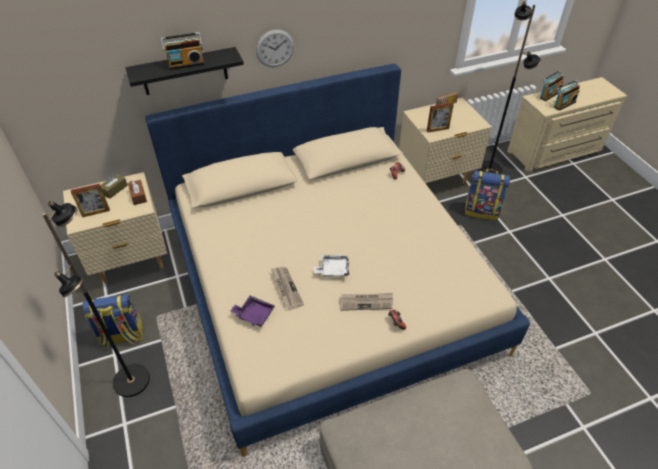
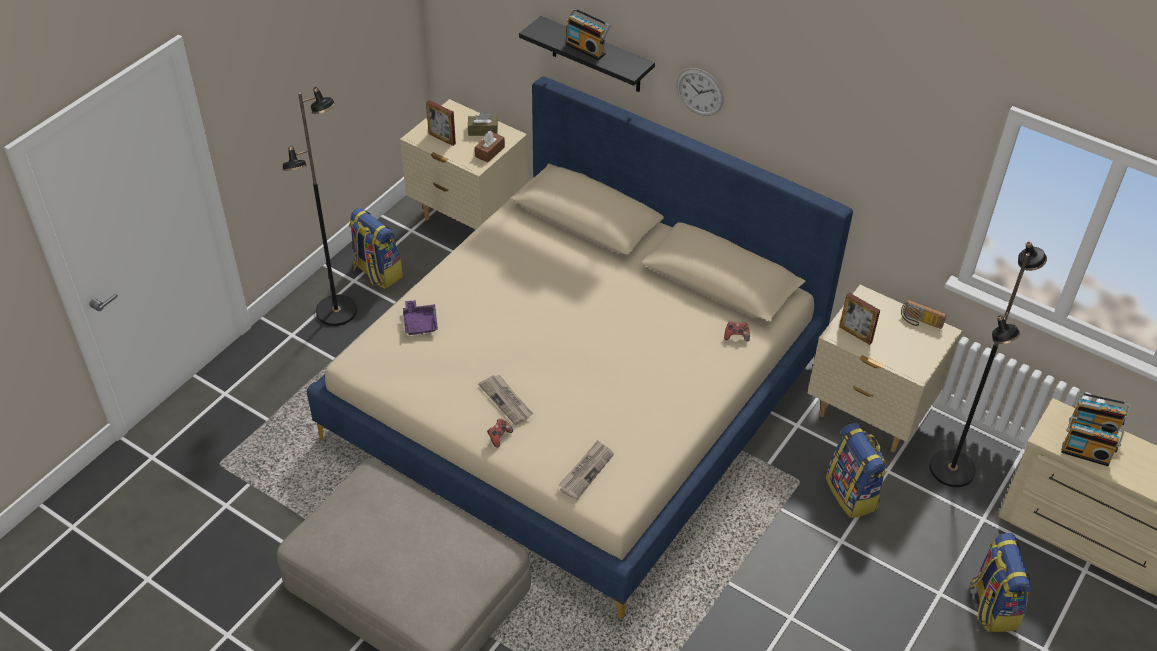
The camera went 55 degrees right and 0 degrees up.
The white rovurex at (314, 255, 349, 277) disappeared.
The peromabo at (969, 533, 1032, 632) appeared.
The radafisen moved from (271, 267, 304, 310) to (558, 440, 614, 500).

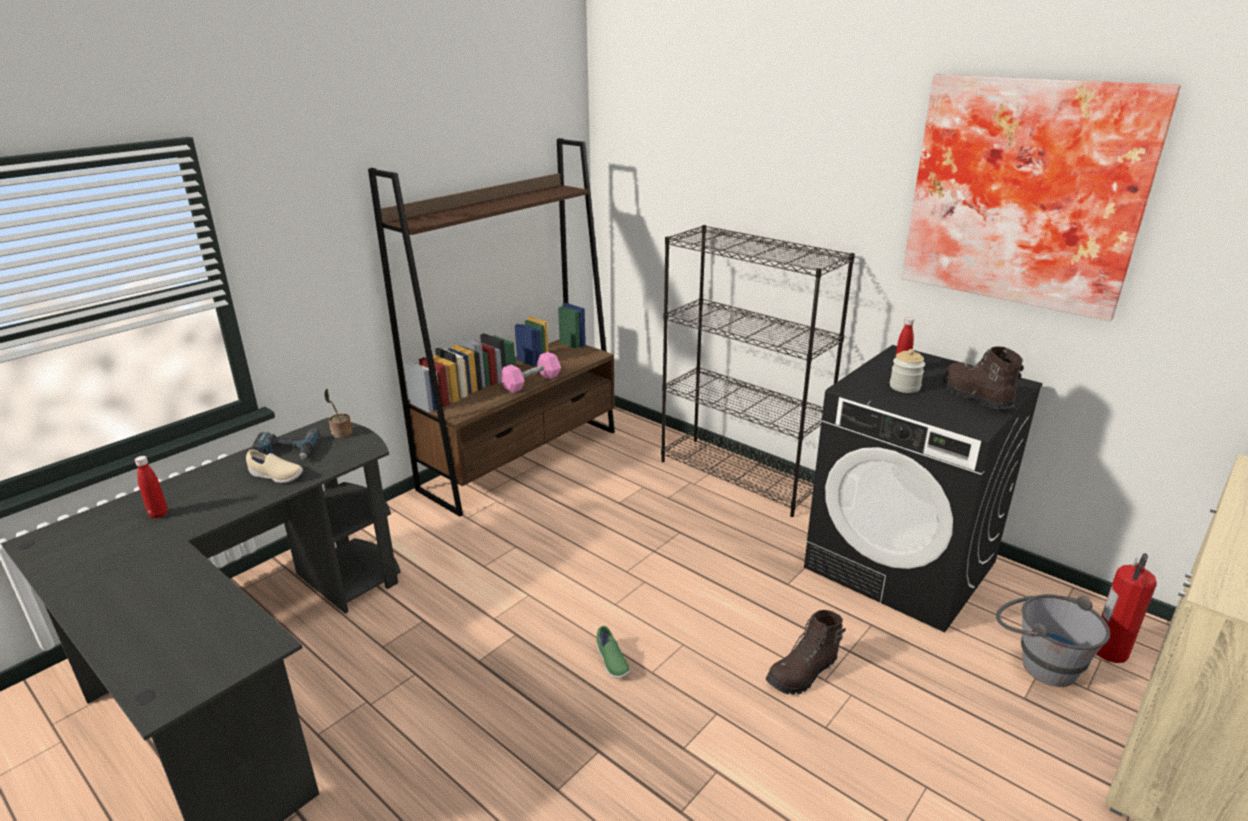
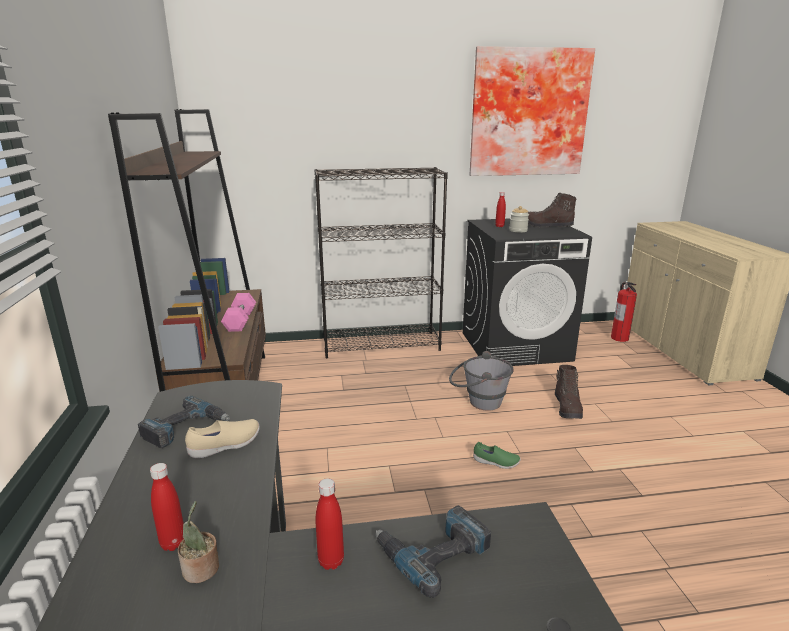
The camera went 50 degrees left and 5 degrees down.
The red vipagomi at (316, 478, 344, 570) appeared.
The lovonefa at (375, 505, 491, 598) appeared.
The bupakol moved from (324, 389, 352, 438) to (178, 501, 219, 583).
The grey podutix moved from (996, 594, 1110, 687) to (449, 351, 514, 411).

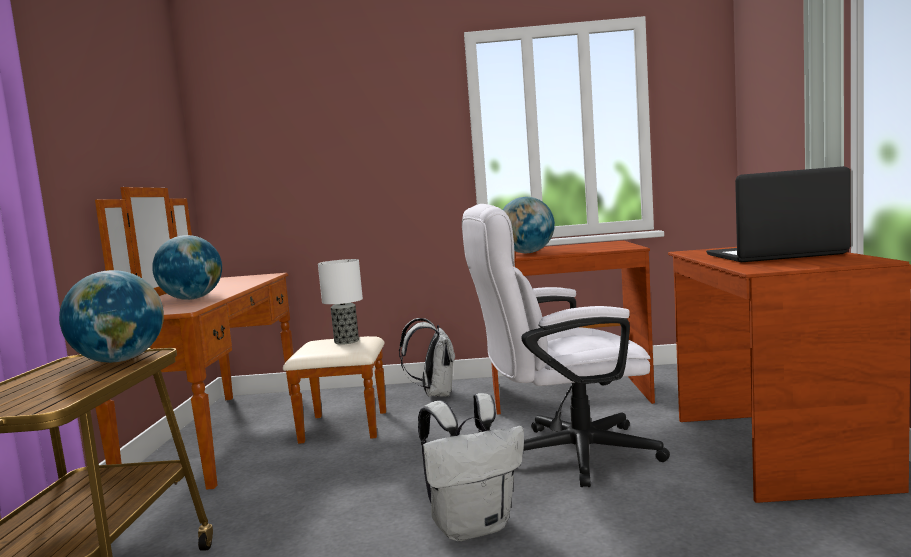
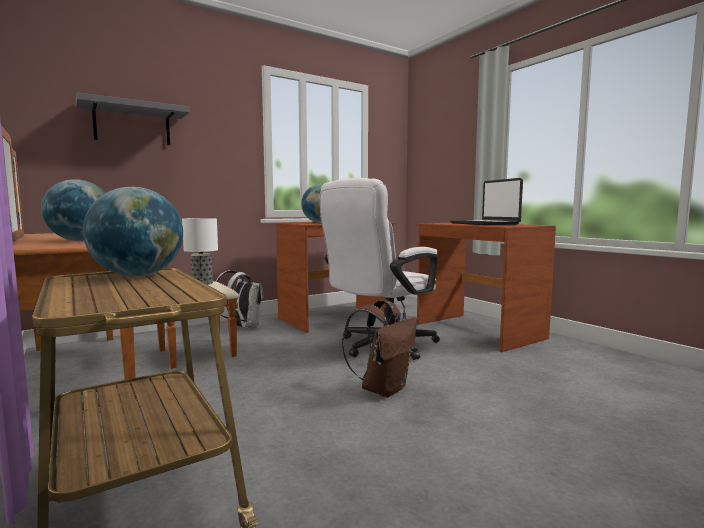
The camera went 35 degrees left and 0 degrees up.
The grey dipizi at (76, 92, 190, 145) appeared.
The white peromabo at (418, 393, 524, 541) became the brown peromabo at (342, 300, 417, 398).
The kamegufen at (706, 166, 850, 262) turned 75 degrees counterclockwise.

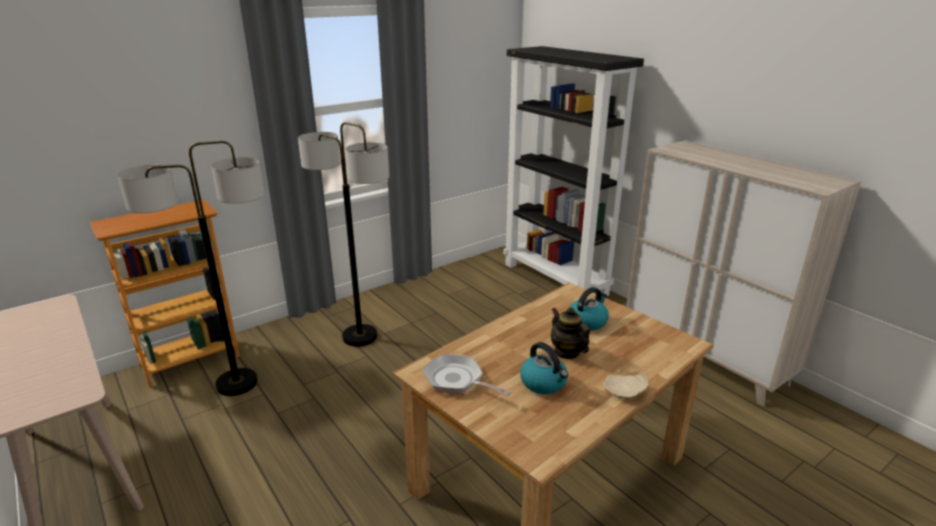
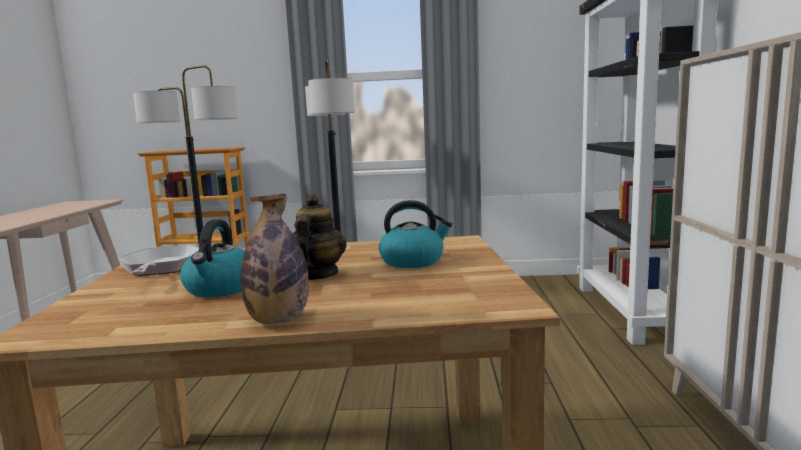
The camera went 40 degrees right and 15 degrees down.
The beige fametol at (604, 373, 648, 399) was replaced by the vipagomi at (241, 194, 309, 325).

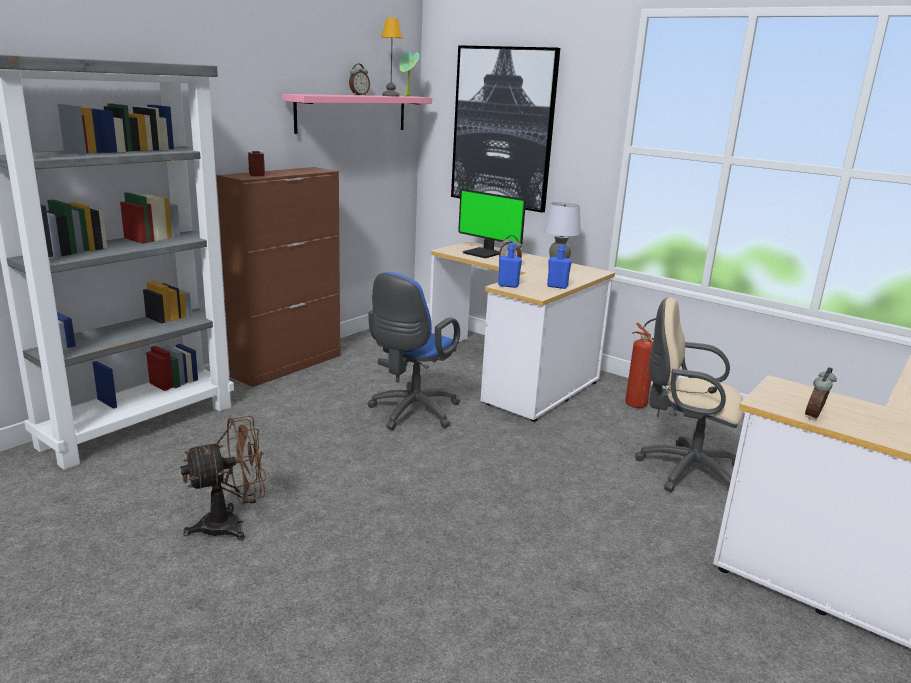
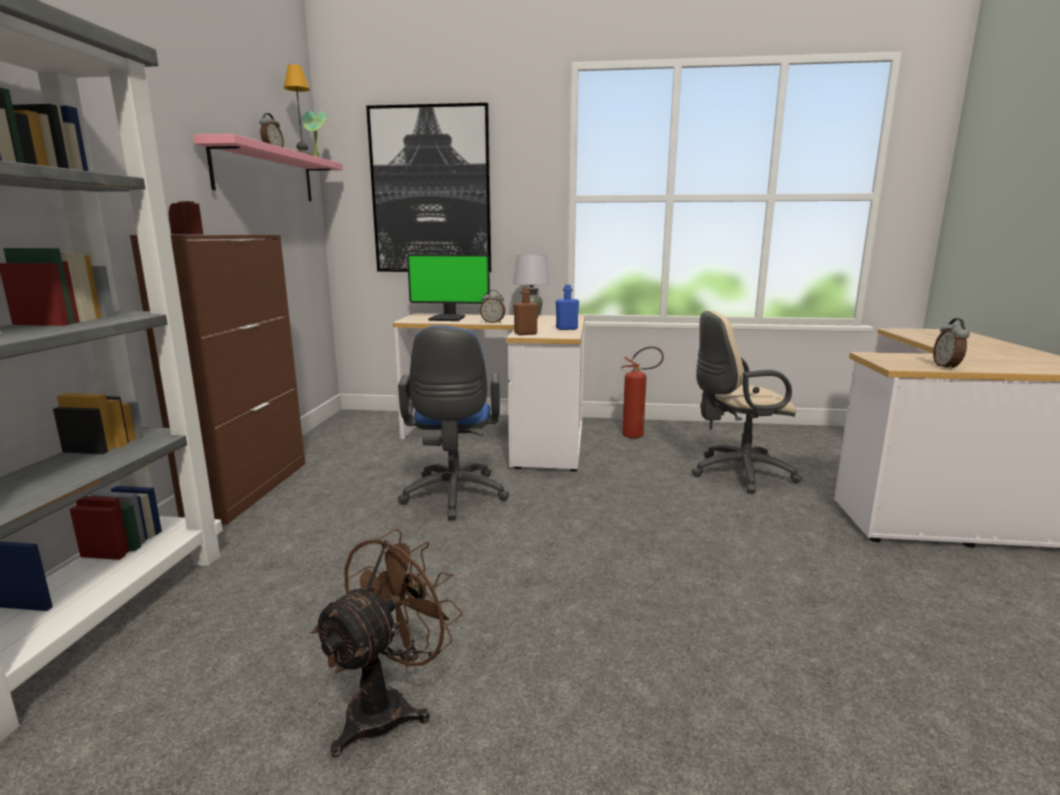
The camera went 30 degrees left and 5 degrees down.
The blue vipagomi at (498, 243, 522, 288) became the brown vipagomi at (513, 287, 538, 335).

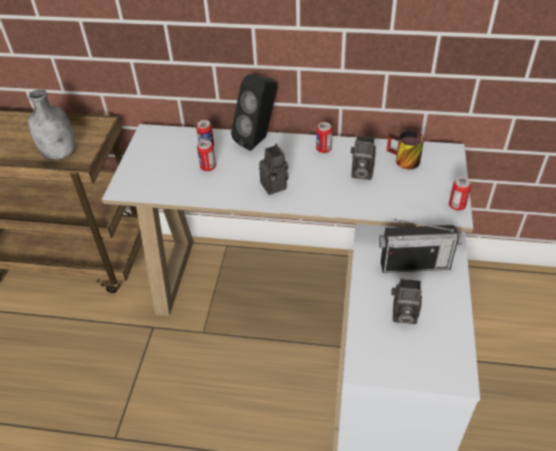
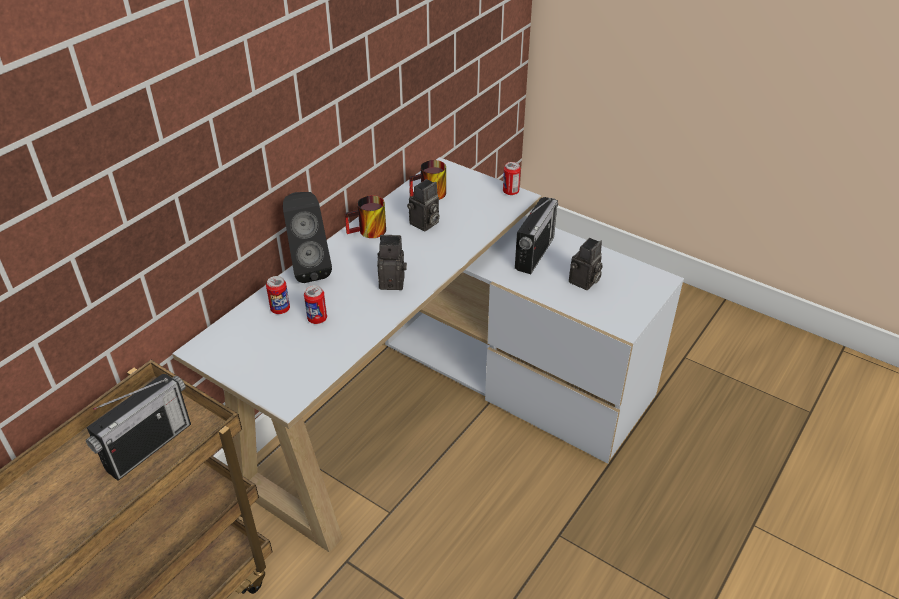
The camera went 65 degrees left and 5 degrees down.
The grey vipagomi at (28, 89, 75, 160) was replaced by the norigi at (86, 374, 191, 481).
The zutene at (316, 122, 332, 153) was replaced by the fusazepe at (345, 195, 386, 238).

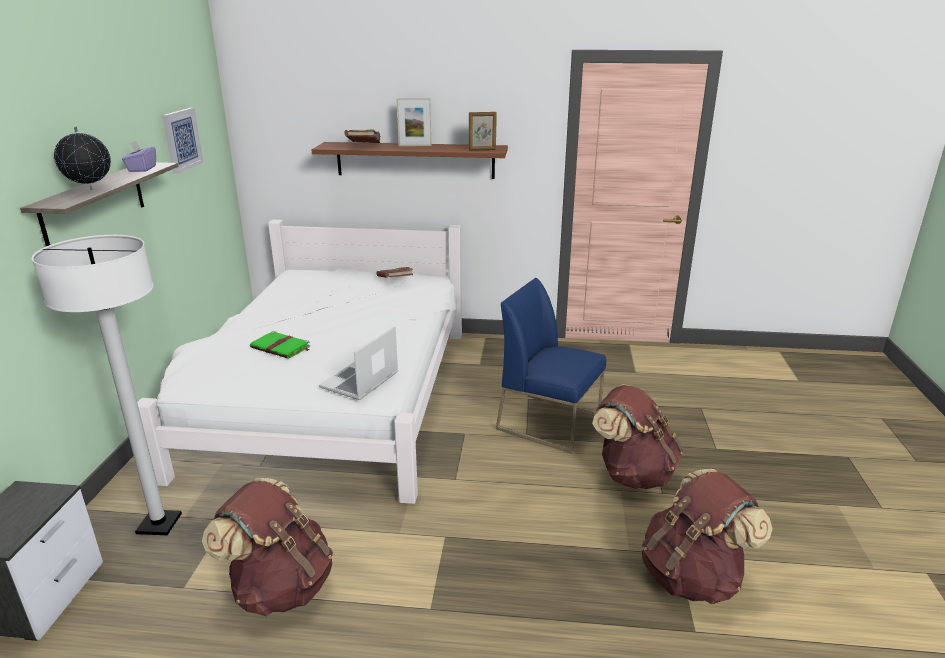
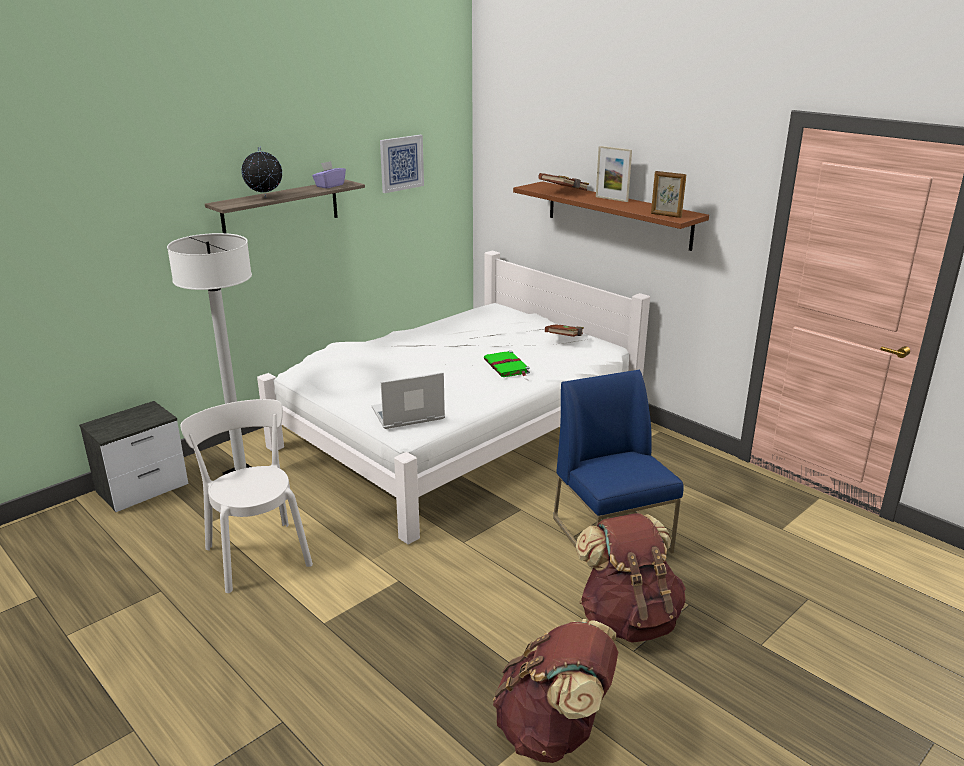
The camera went 40 degrees right and 0 degrees up.
The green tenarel moved from (250, 331, 310, 359) to (484, 351, 530, 377).
The brown peromabo at (202, 478, 333, 616) was replaced by the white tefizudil at (180, 399, 313, 593).

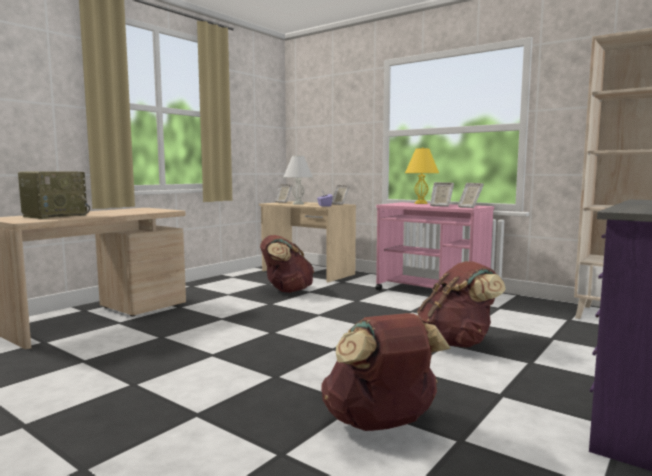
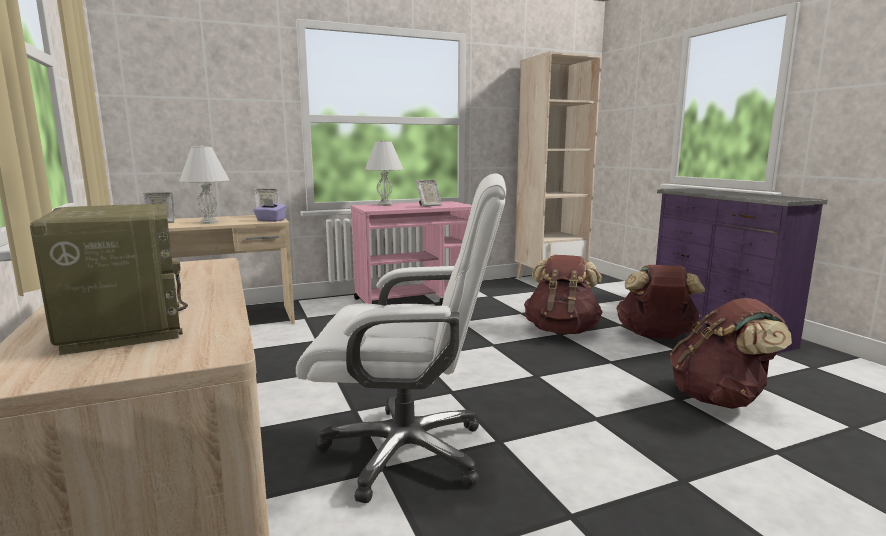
The camera went 60 degrees left and 5 degrees up.
The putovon at (458, 183, 484, 208) disappeared.
The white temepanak at (296, 173, 506, 503) appeared.
The brown peromabo moved from (260, 235, 314, 293) to (616, 265, 705, 339).
The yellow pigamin at (405, 147, 439, 204) became the white pigamin at (364, 140, 404, 206).

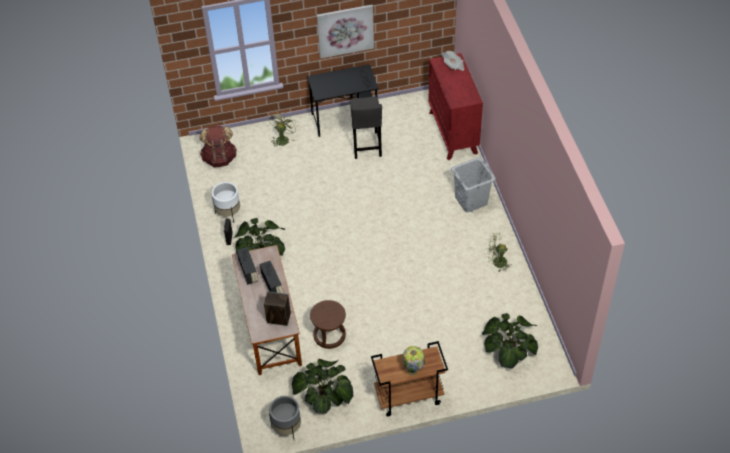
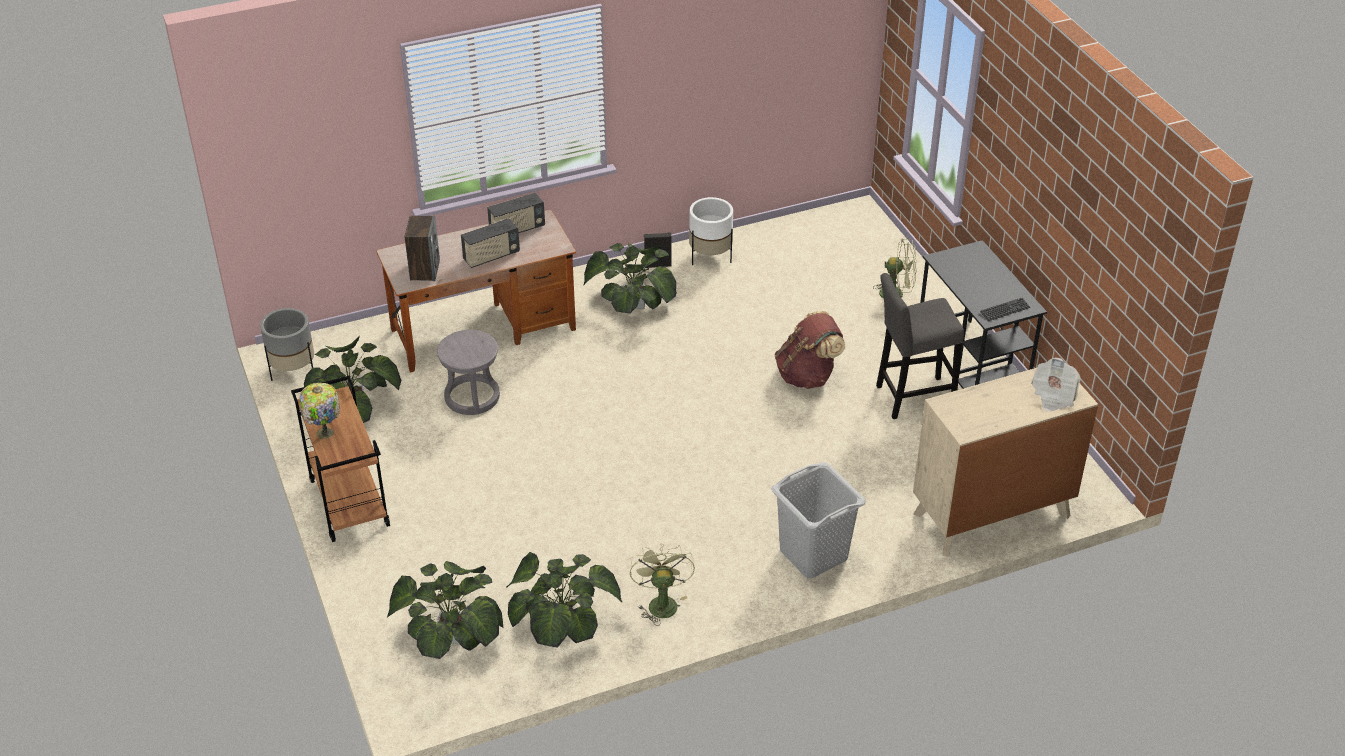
The camera went 80 degrees right and 10 degrees down.
The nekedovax at (317, 5, 374, 59) disappeared.
The bupakol at (506, 552, 622, 648) appeared.
The brown peromabo moved from (199, 126, 237, 167) to (775, 311, 845, 389).
The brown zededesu at (310, 300, 346, 349) became the grey zededesu at (437, 330, 500, 415).
The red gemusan at (428, 53, 483, 160) became the beige gemusan at (913, 368, 1098, 557).

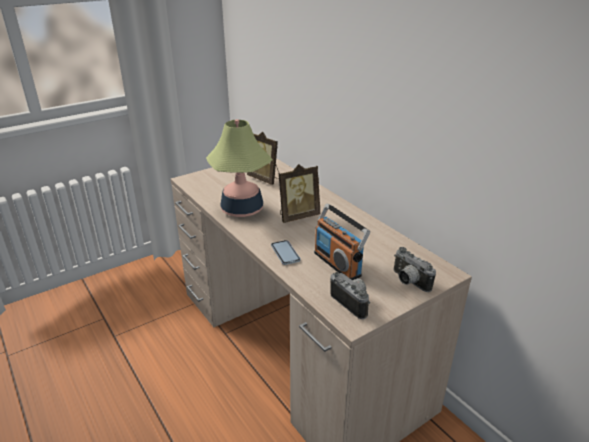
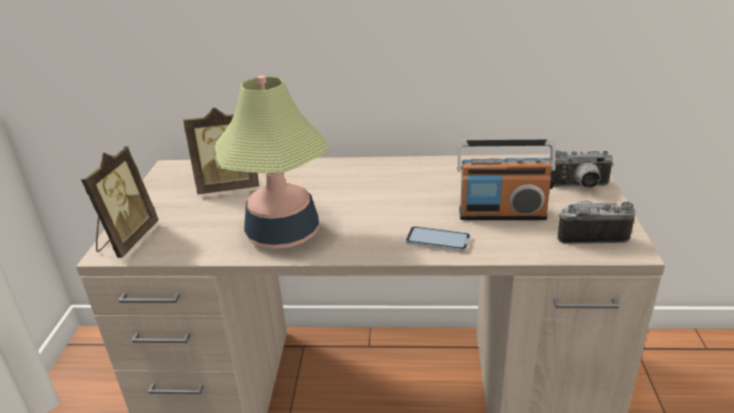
The camera went 50 degrees left and 0 degrees up.
The putovon moved from (279, 164, 320, 223) to (81, 146, 159, 258).

